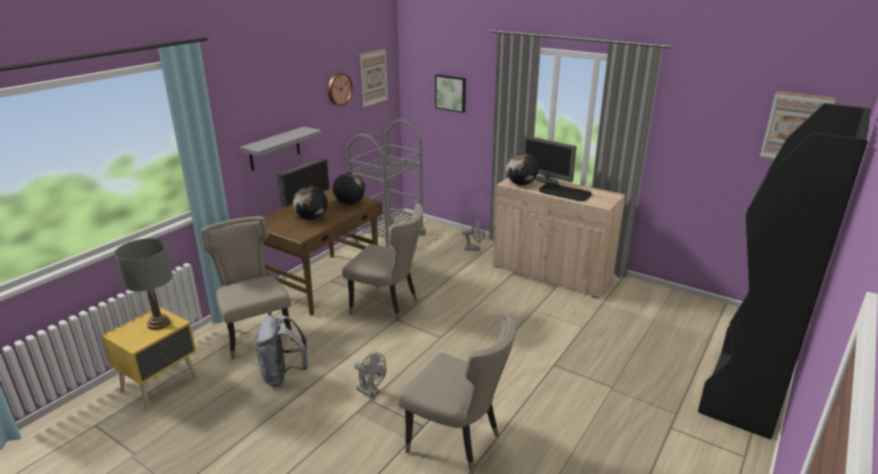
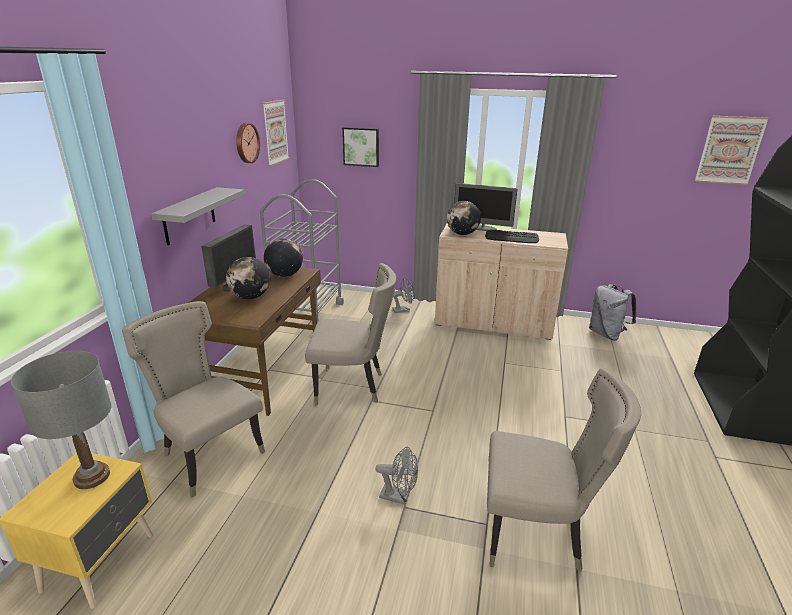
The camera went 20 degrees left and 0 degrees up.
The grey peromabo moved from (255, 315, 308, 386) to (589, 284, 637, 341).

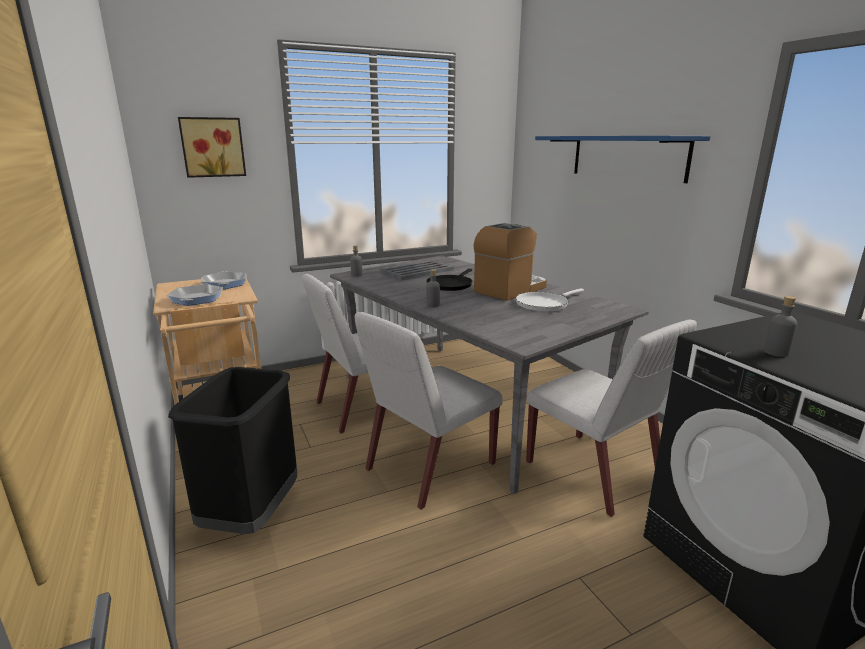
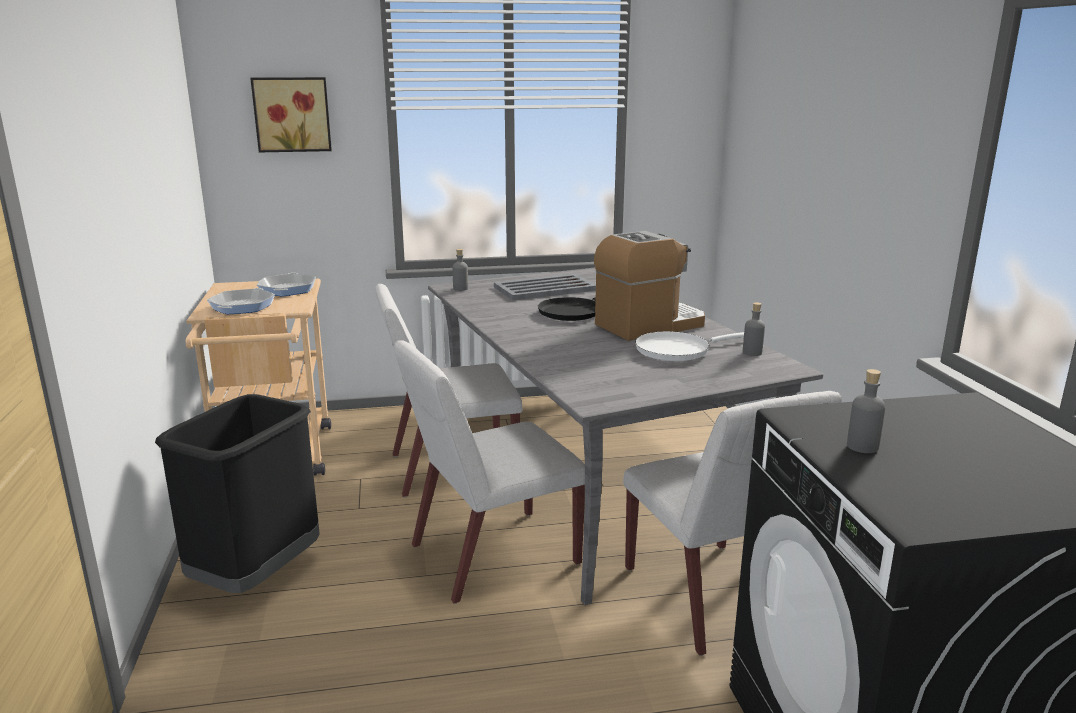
The camera went 15 degrees right and 0 degrees up.
The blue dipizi at (535, 136, 710, 183) disappeared.
The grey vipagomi moved from (426, 269, 440, 307) to (743, 302, 765, 356).

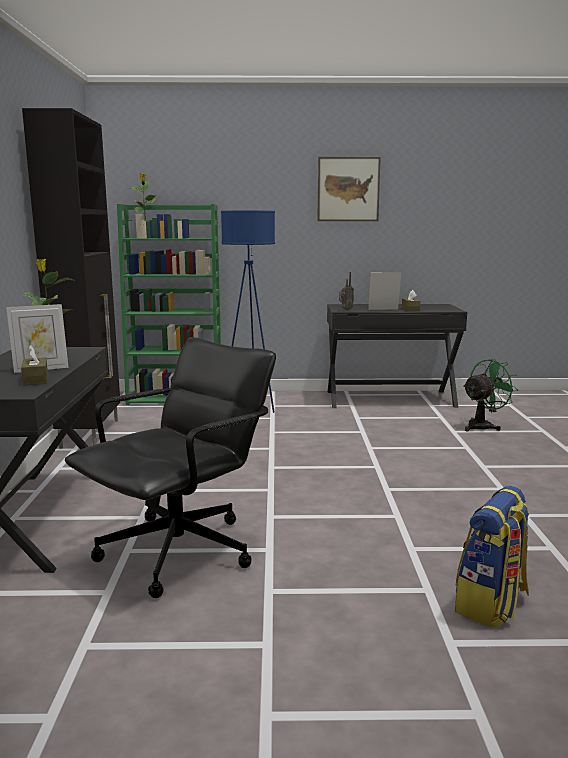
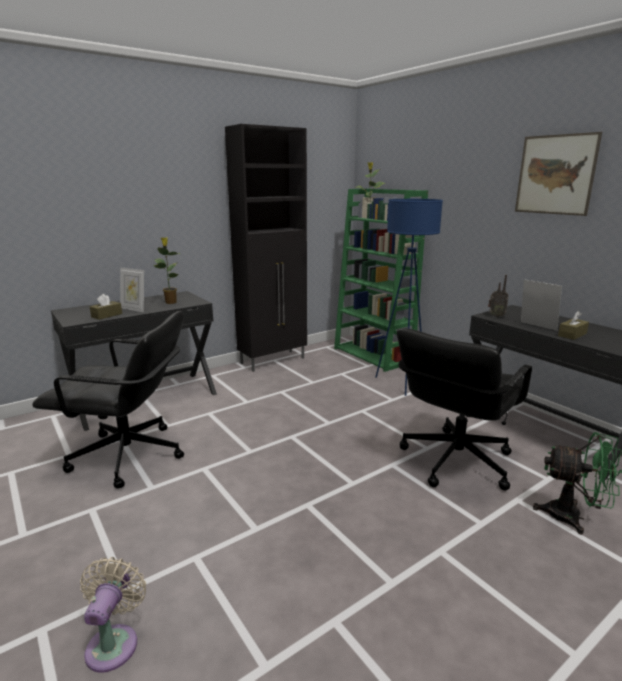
The camera went 55 degrees right and 5 degrees up.
The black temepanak at (397, 328, 532, 491) appeared.
The peromabo at (455, 486, 529, 628) was replaced by the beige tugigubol at (80, 557, 146, 673).

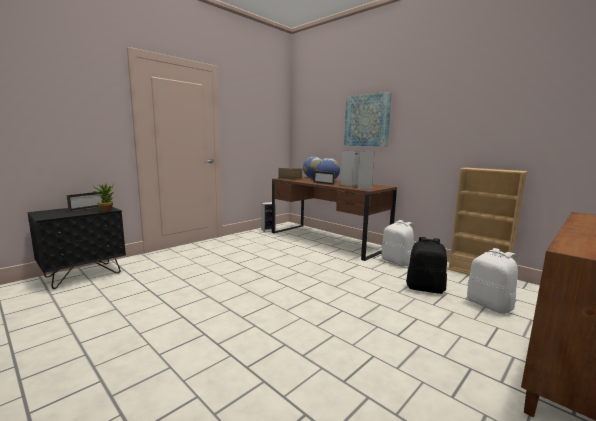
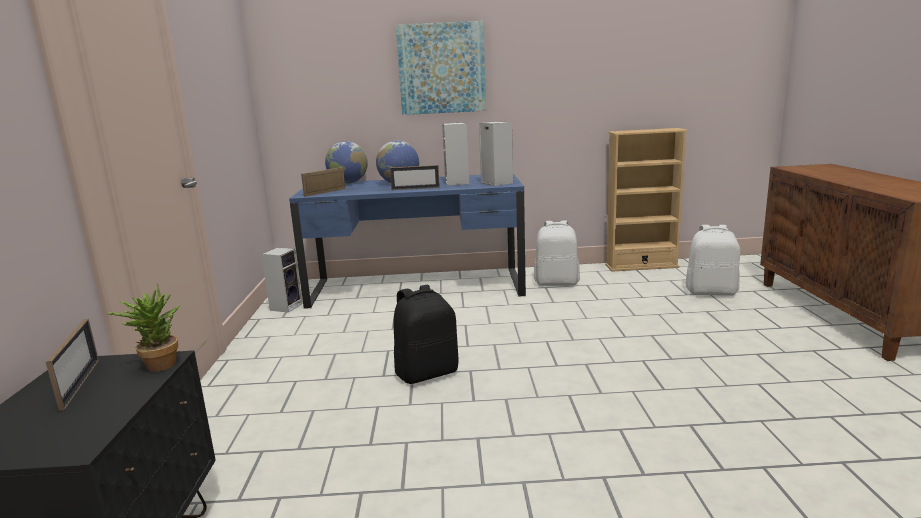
The camera went 45 degrees left and 5 degrees up.
The black peromabo moved from (406, 237, 447, 294) to (394, 285, 458, 384).
The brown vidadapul at (272, 176, 397, 261) became the blue vidadapul at (289, 174, 526, 309).

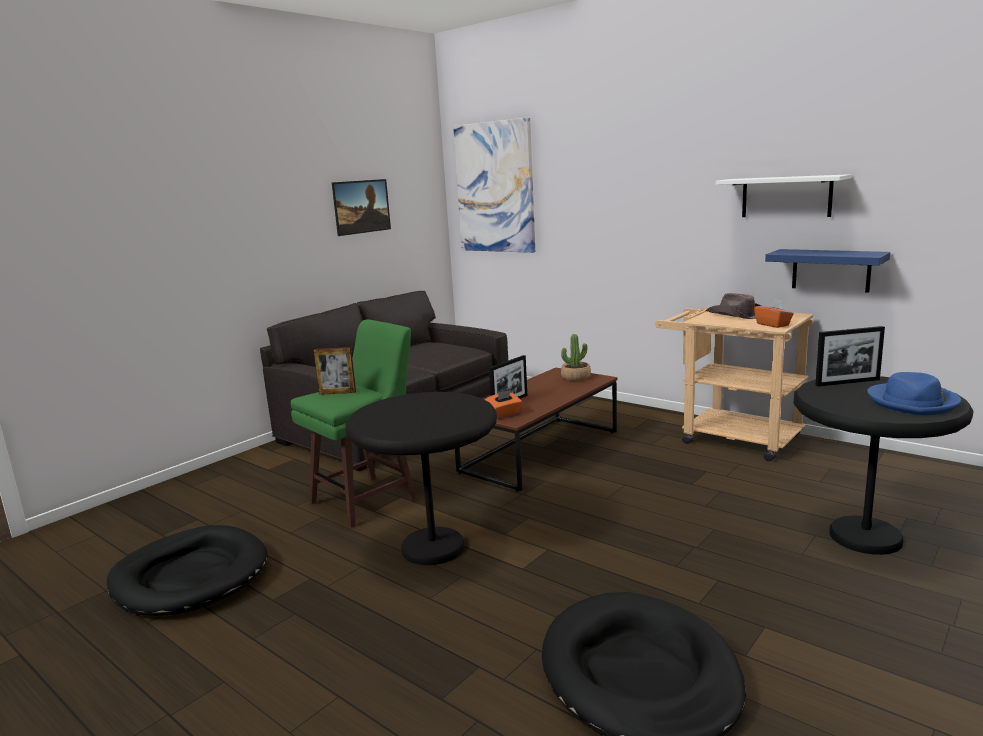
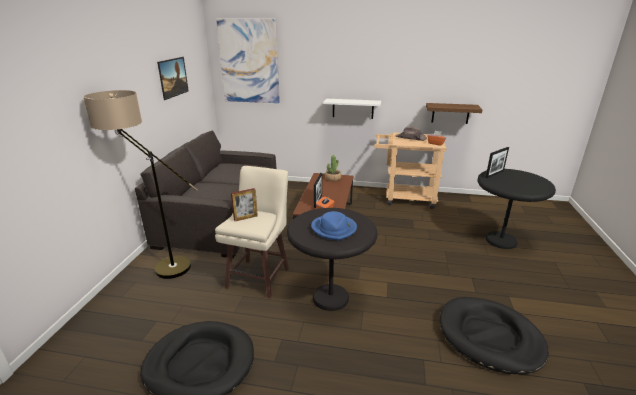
The camera went 30 degrees left and 10 degrees up.
The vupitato at (83, 90, 198, 279) appeared.
The white dipizi moved from (716, 174, 851, 217) to (323, 99, 381, 119).
The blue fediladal moved from (867, 372, 962, 415) to (311, 211, 357, 241).
The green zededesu at (290, 319, 417, 527) became the beige zededesu at (215, 166, 289, 298).
The blue dipizi at (765, 249, 890, 293) became the brown dipizi at (426, 103, 482, 124).

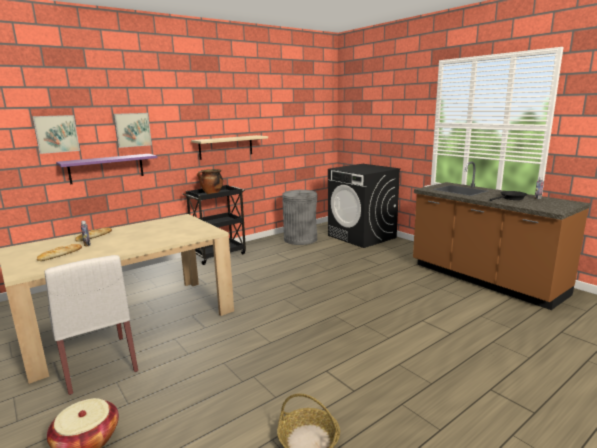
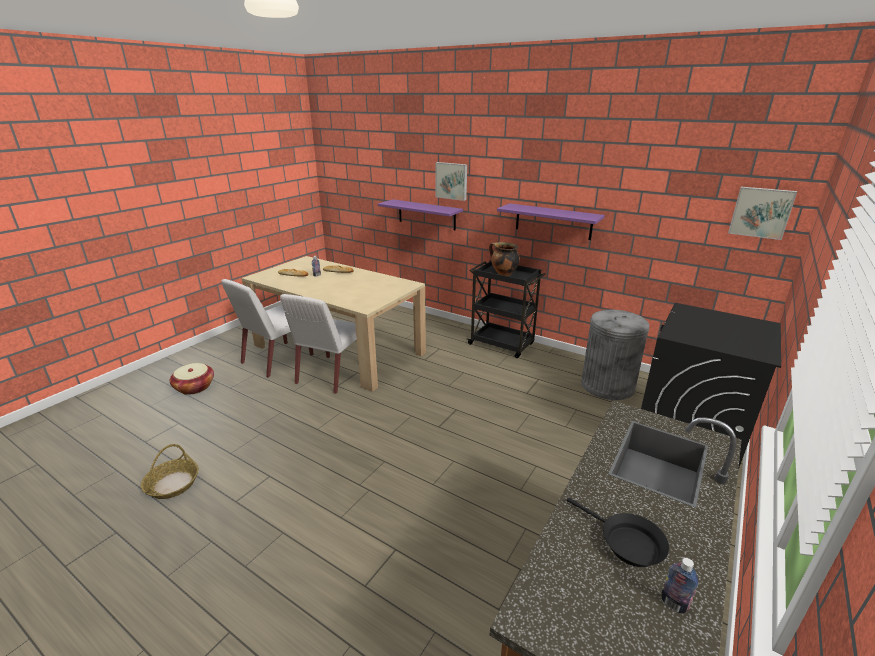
The camera went 70 degrees right and 10 degrees up.
The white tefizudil at (280, 294, 357, 394) appeared.
The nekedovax moved from (32, 115, 80, 154) to (728, 187, 797, 240).
The beige dipizi at (191, 135, 268, 160) became the purple dipizi at (497, 203, 605, 240).

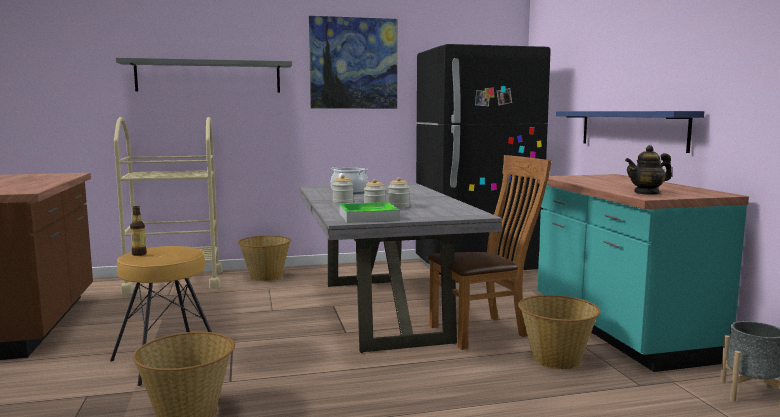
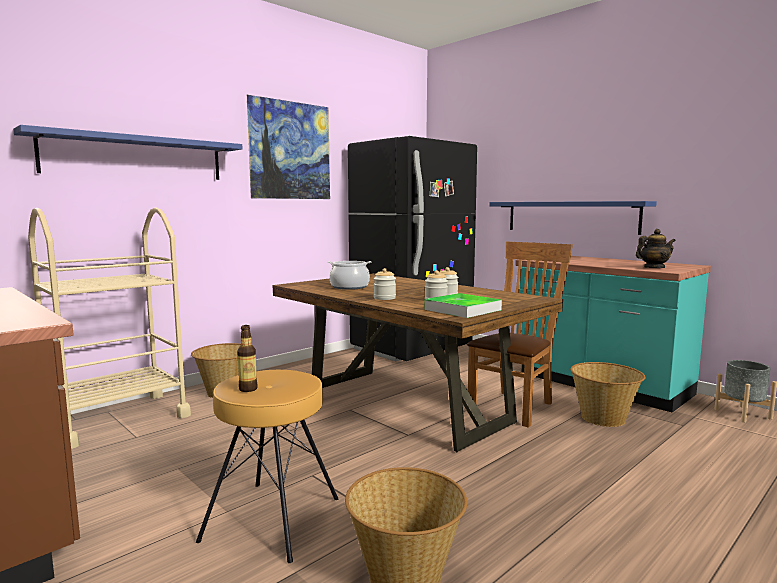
The camera went 30 degrees left and 0 degrees up.
The grey dipizi at (116, 58, 292, 93) became the blue dipizi at (13, 125, 242, 180).
The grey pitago at (299, 183, 502, 353) became the brown pitago at (272, 273, 563, 452).
The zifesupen at (625, 145, 672, 195) turned 150 degrees counterclockwise.

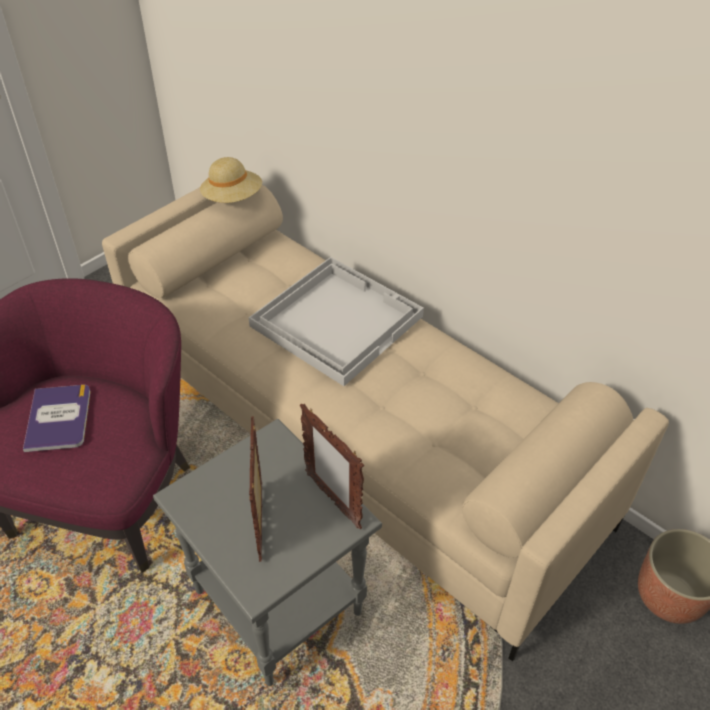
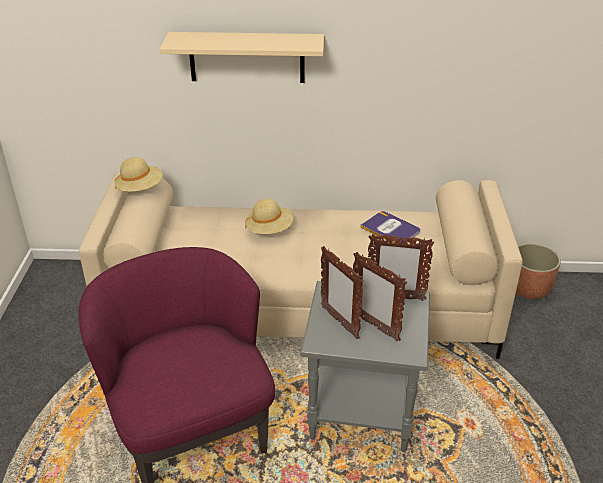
The camera went 40 degrees left and 10 degrees down.
The beige dipizi at (160, 32, 324, 83) appeared.
The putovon at (321, 246, 364, 339) appeared.
The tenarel moved from (23, 385, 91, 452) to (360, 211, 420, 243).
The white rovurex at (249, 257, 424, 386) was replaced by the beige fediladal at (245, 199, 293, 234).

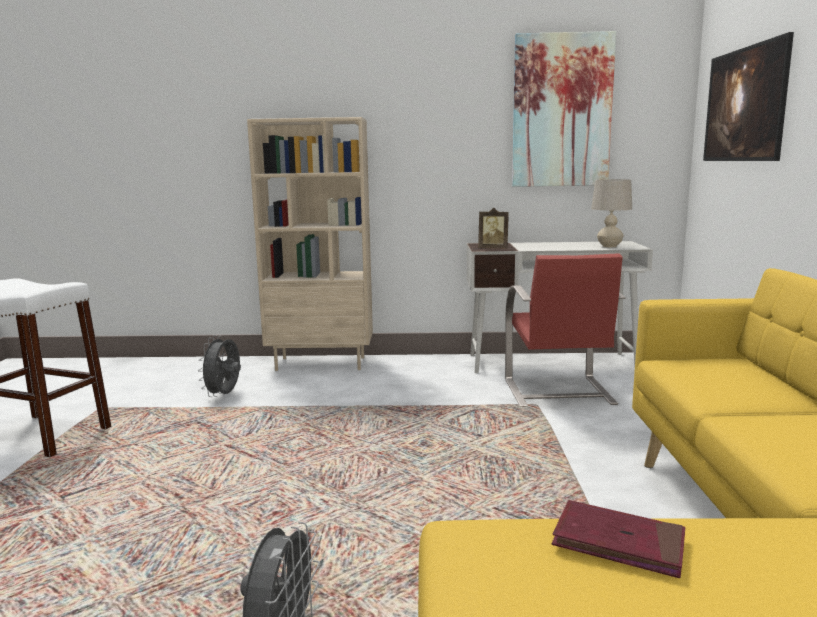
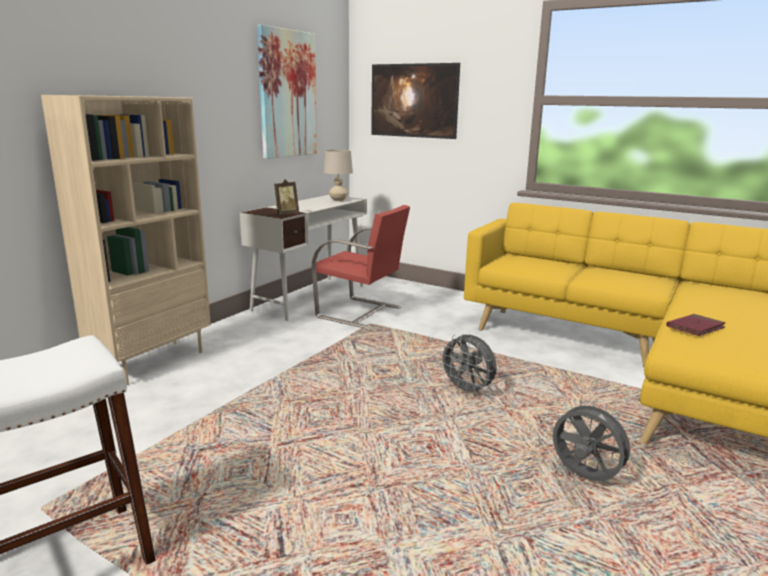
The camera went 60 degrees left and 5 degrees up.
The grey tugigubol moved from (198, 335, 241, 397) to (438, 334, 497, 396).

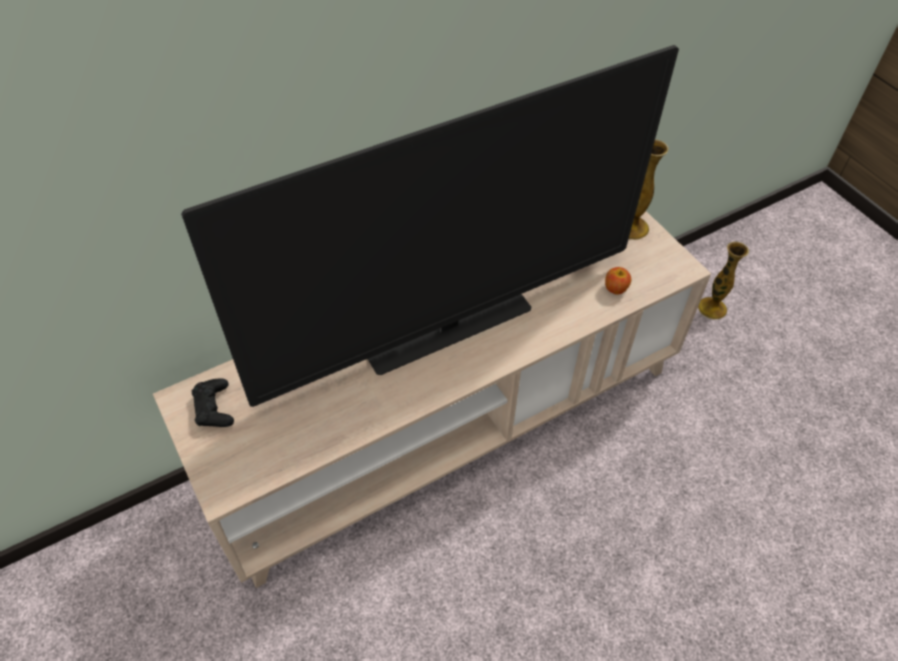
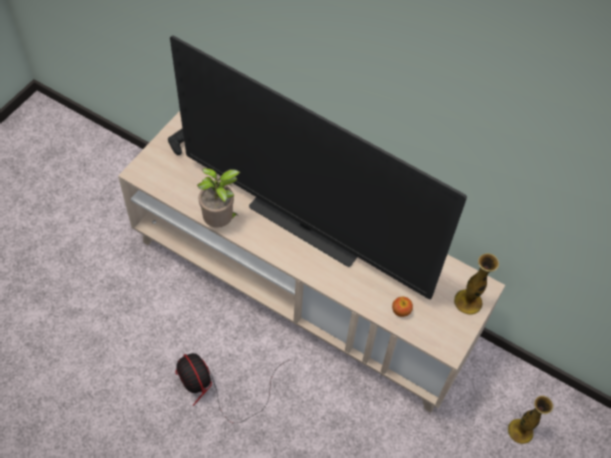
The camera went 60 degrees right and 5 degrees up.
The tugigubol at (175, 353, 289, 423) appeared.
The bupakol at (197, 168, 240, 228) appeared.

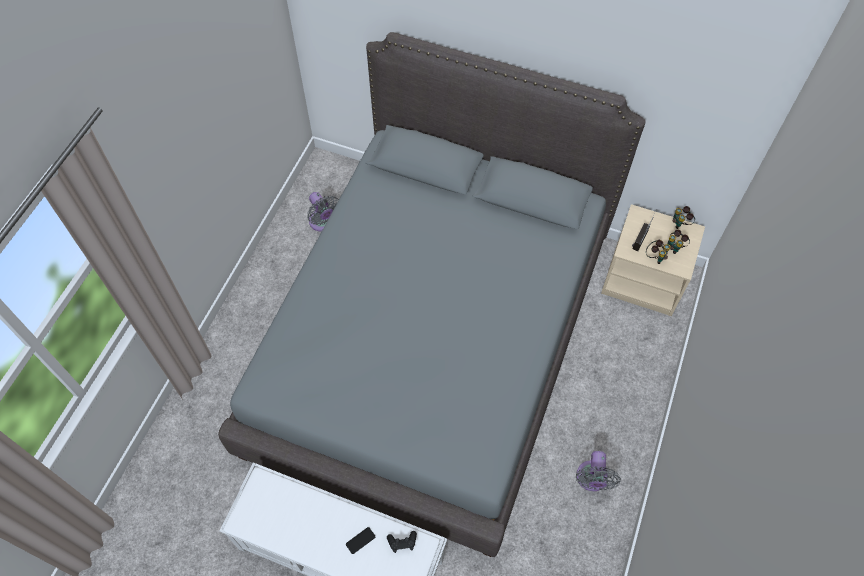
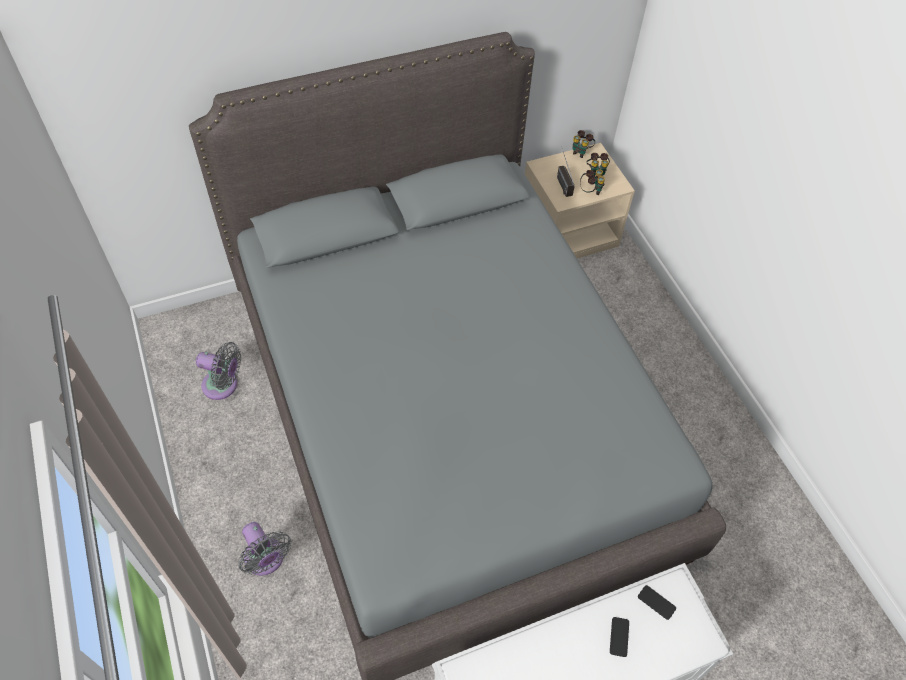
The camera went 45 degrees left and 5 degrees down.
The grey tugigubol moved from (576, 451, 621, 491) to (238, 522, 291, 576).
The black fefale at (387, 531, 417, 553) was replaced by the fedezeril at (638, 585, 676, 620).

